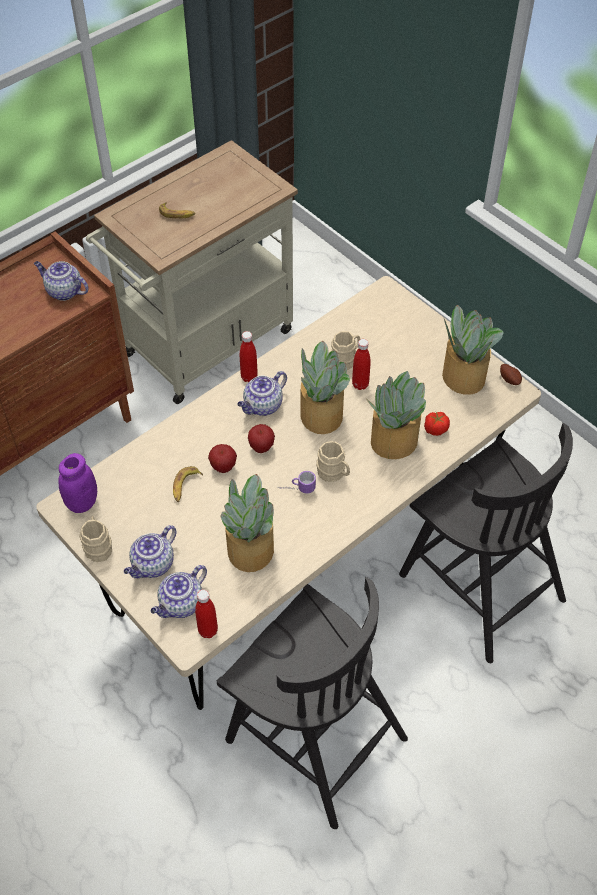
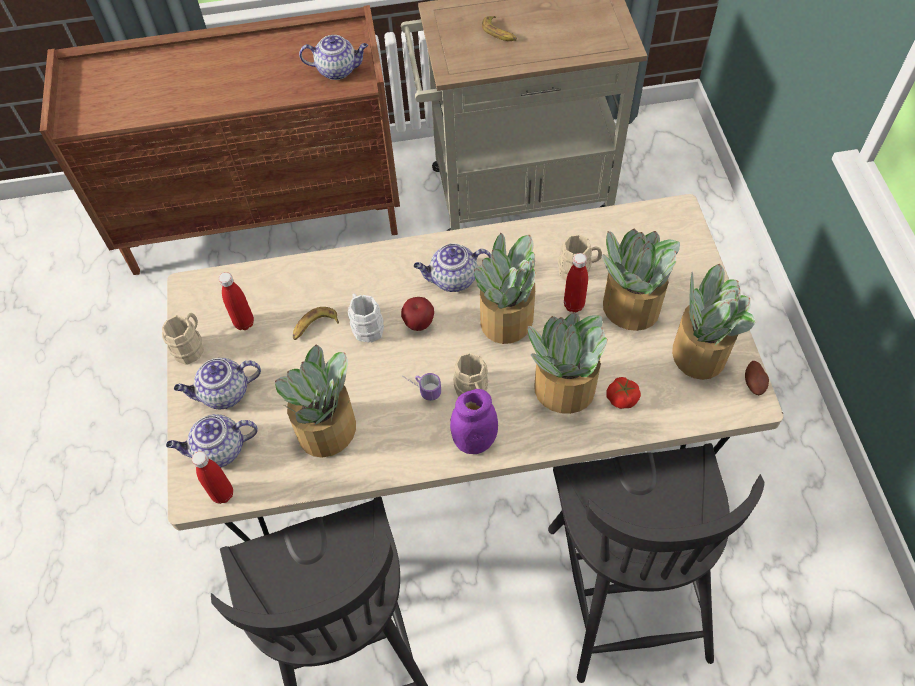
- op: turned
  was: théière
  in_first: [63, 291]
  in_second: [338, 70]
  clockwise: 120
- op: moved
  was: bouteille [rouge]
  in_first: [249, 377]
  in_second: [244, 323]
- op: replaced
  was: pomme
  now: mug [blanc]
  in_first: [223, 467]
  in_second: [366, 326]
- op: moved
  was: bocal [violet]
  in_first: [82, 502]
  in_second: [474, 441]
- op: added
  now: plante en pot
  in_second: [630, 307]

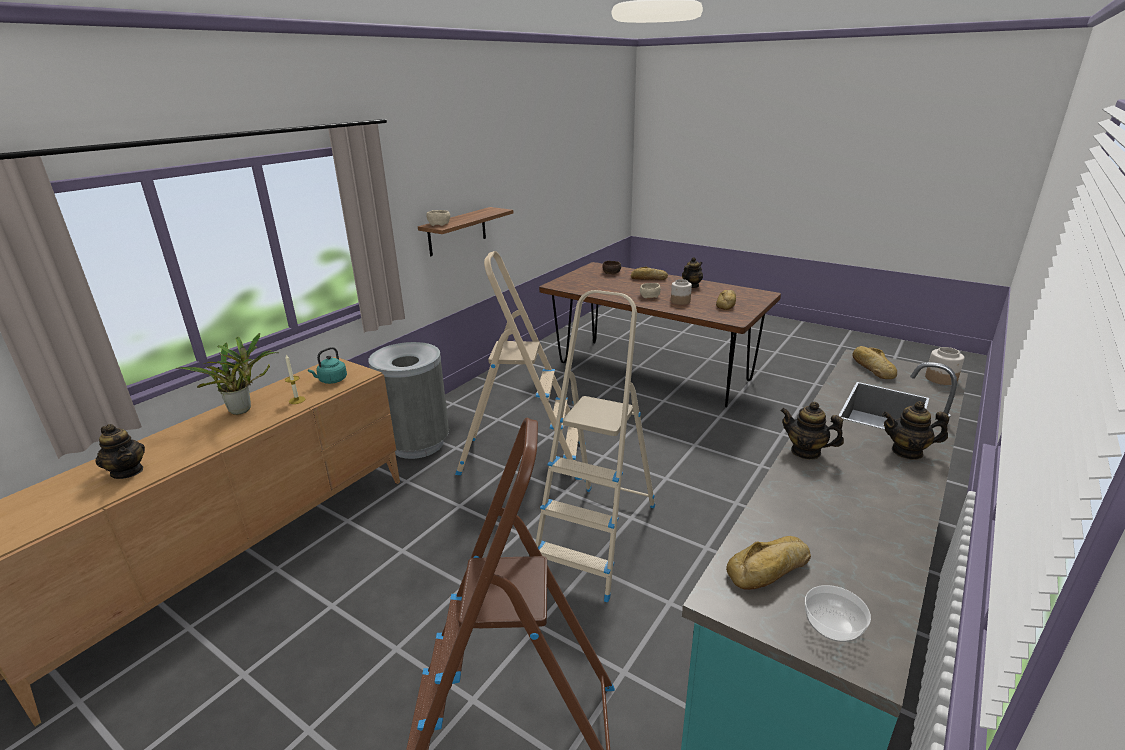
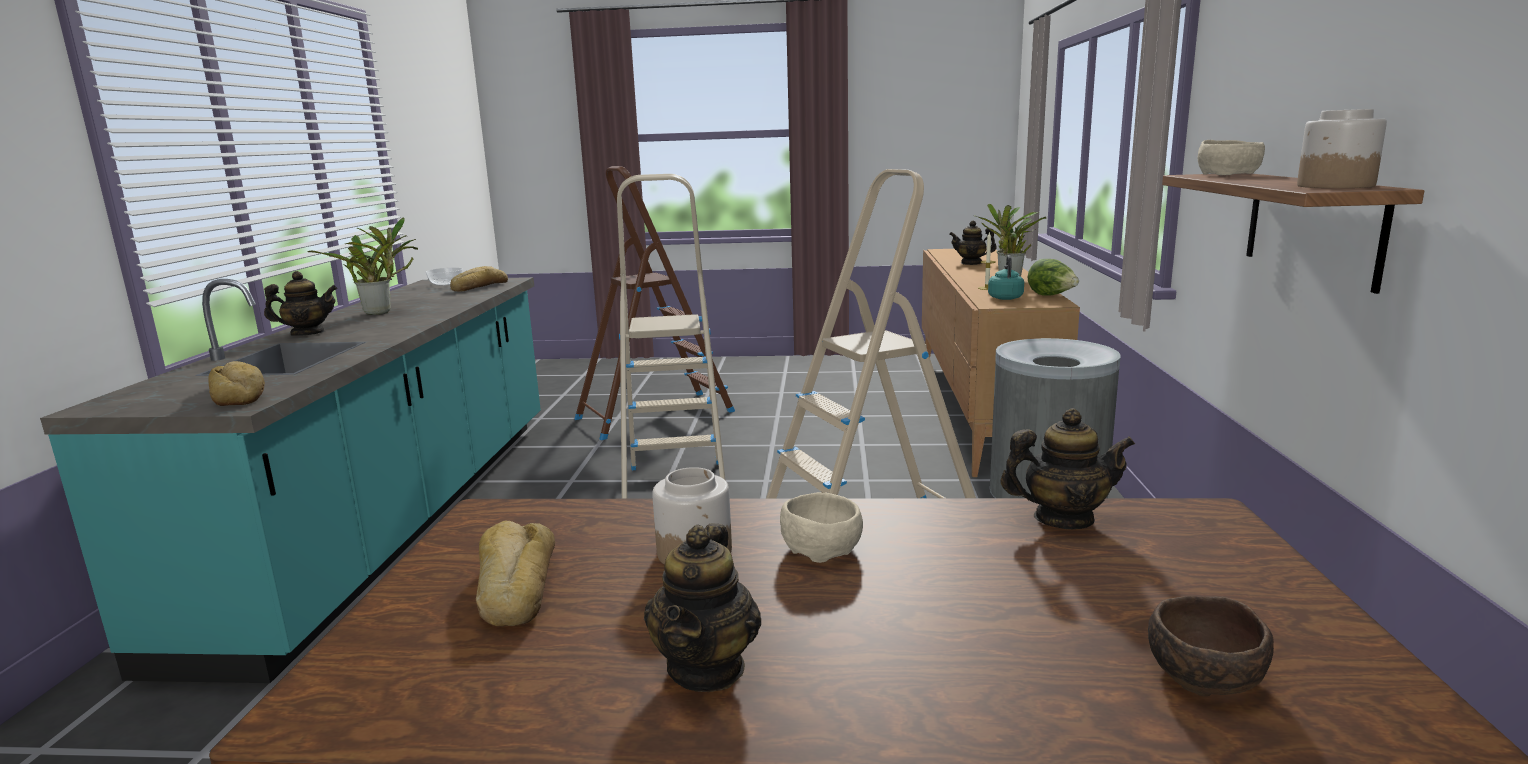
- op: removed
  was: pain
  in_first: [649, 278]
- op: moved
  was: bocal
  in_first: [941, 379]
  in_second: [1334, 186]
- op: moved
  was: théière
  in_first: [806, 451]
  in_second: [1063, 519]
- op: added
  now: plante en pot
  in_second: [382, 312]
- op: added
  now: laitue
  in_second: [1051, 296]

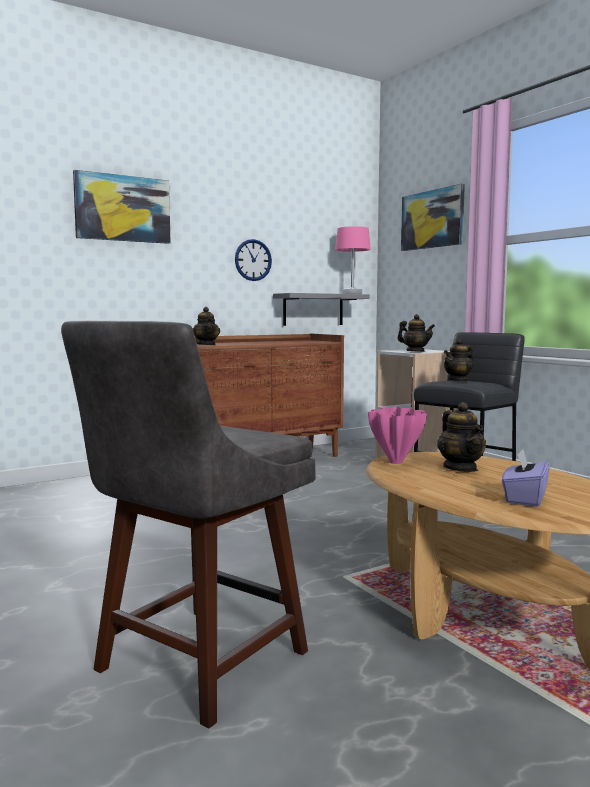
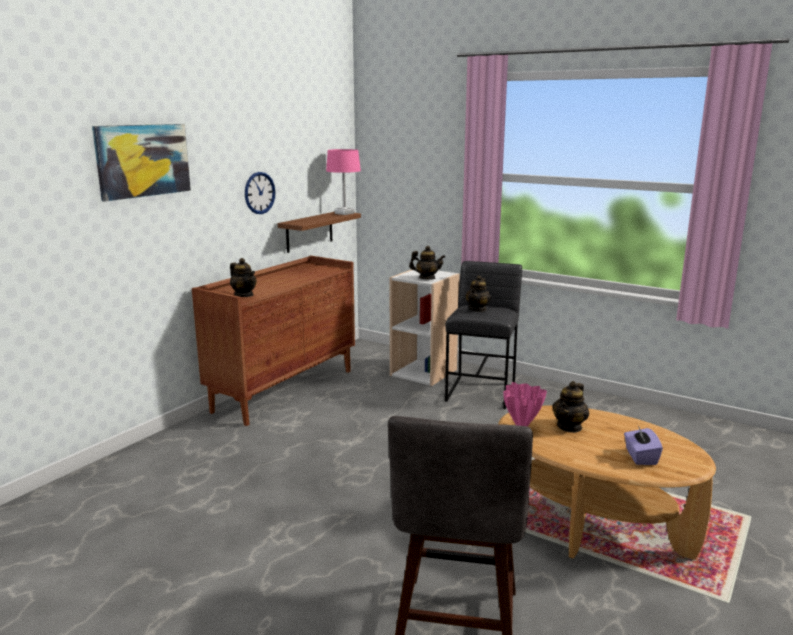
- op: removed
  was: tableau
  in_first: [432, 219]
- op: recoloured
  was: étagère [gris]
  now: étagère [marron]
  in_first: [313, 309]
  in_second: [309, 231]
- op: turned
  was: théière
  in_first: [460, 468]
  in_second: [569, 427]
  clockwise: 75

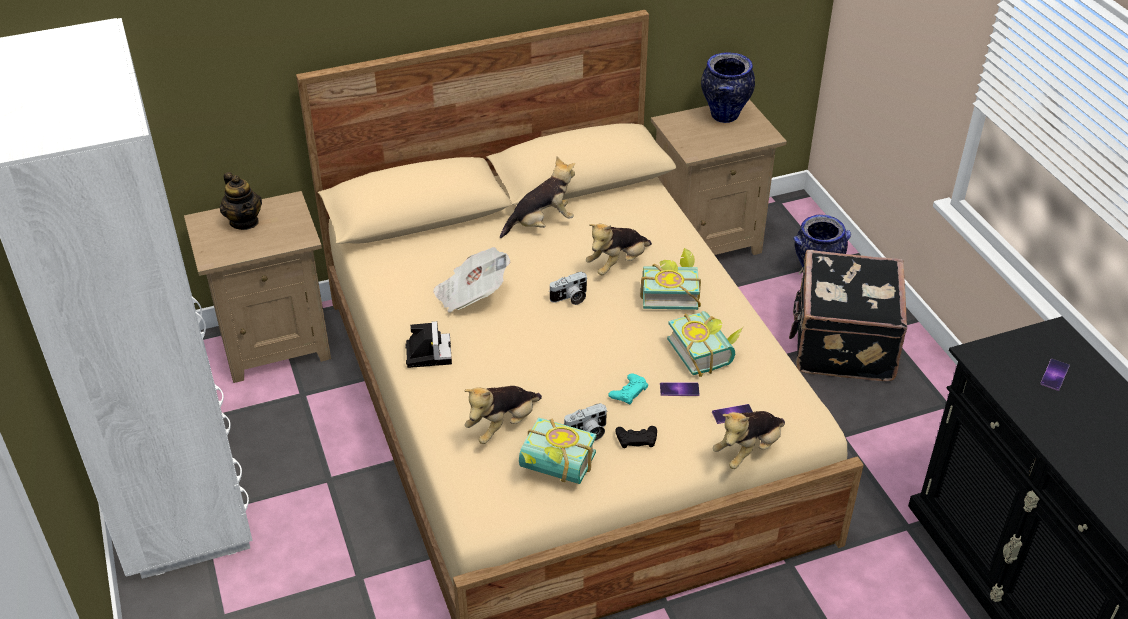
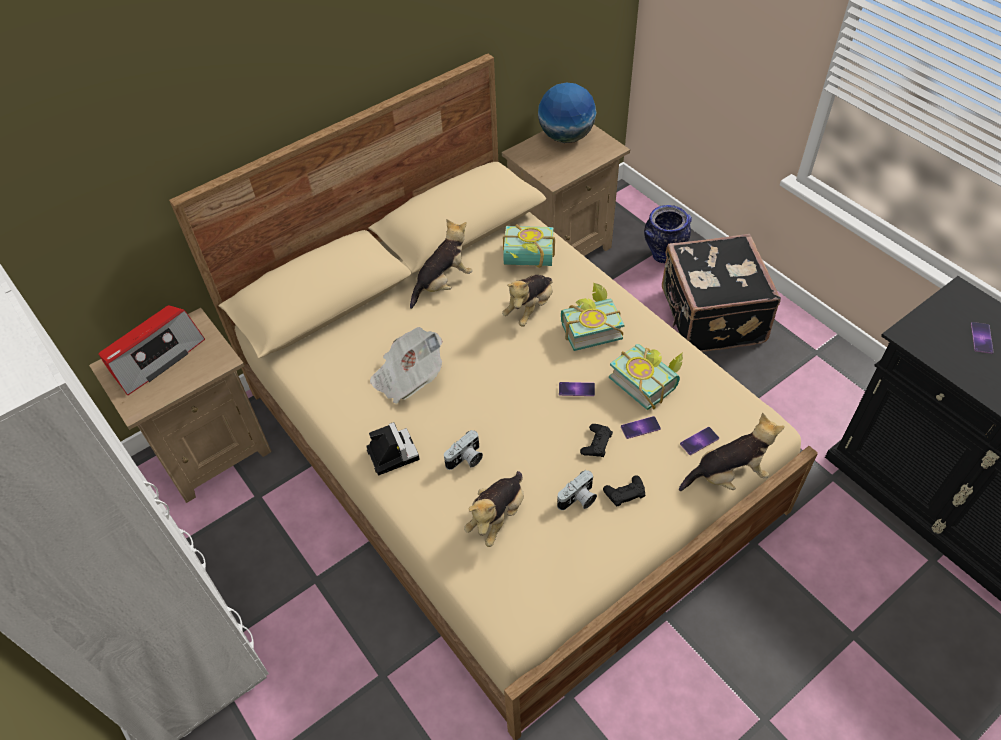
- op: replaced
  was: vase
  now: globe
  in_first: [724, 116]
  in_second: [566, 137]
- op: replaced
  was: théière
  now: radio
  in_first: [244, 221]
  in_second: [155, 356]
- op: moved
  was: appareil photo
  in_first: [570, 298]
  in_second: [466, 459]
- op: recoloured
  was: manette [turquoise]
  now: manette [noir]
  in_first: [628, 392]
  in_second: [596, 443]
- op: turned
  was: peluche
  in_first: [748, 450]
  in_second: [728, 475]
  clockwise: -135
- op: moved
  was: livre
  in_first: [554, 469]
  in_second: [528, 261]
- op: added
  now: téléphone
  in_second: [576, 389]

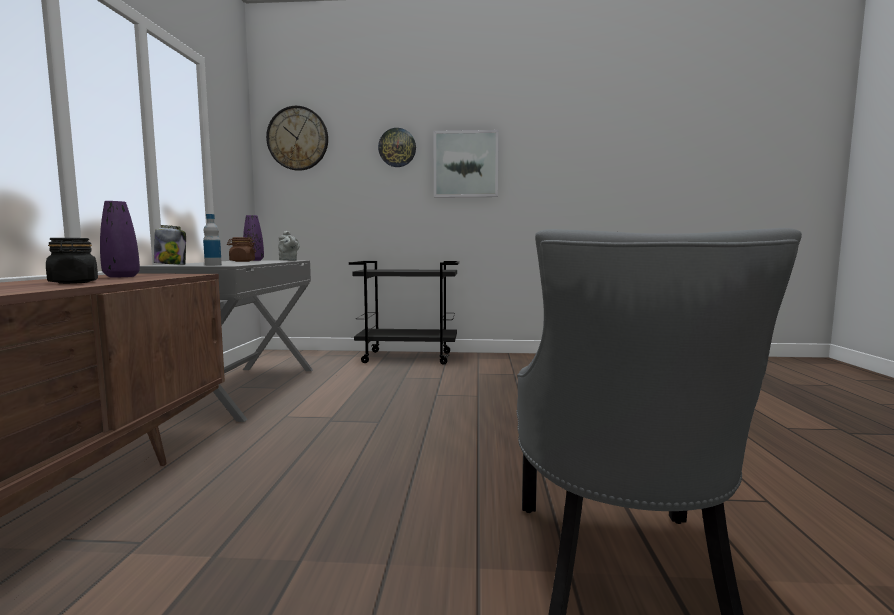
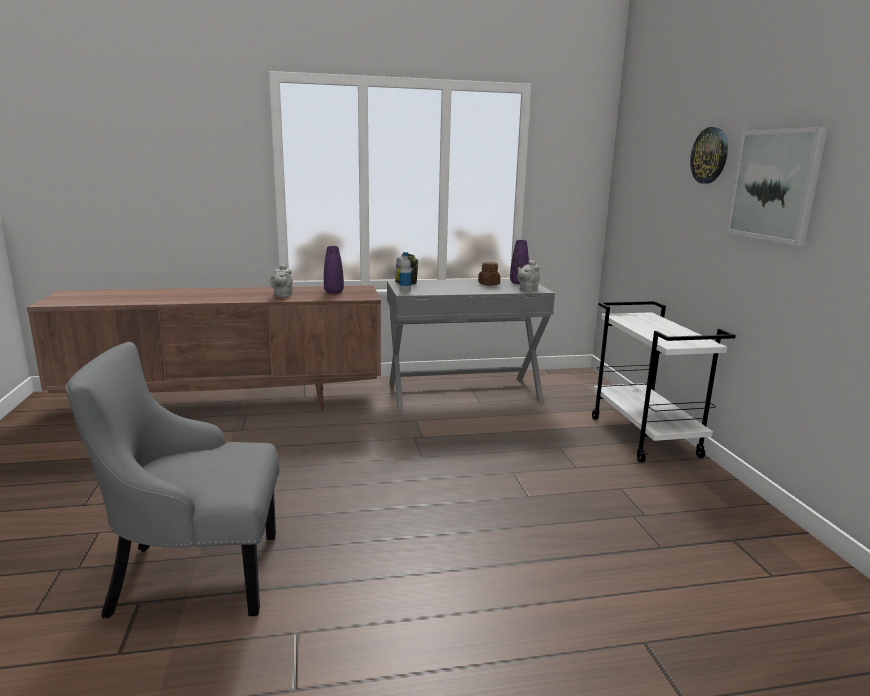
- op: removed
  was: horloge murale
  in_first: [297, 138]
- op: replaced
  was: bocal [noir]
  now: théière [gris]
  in_first: [74, 282]
  in_second: [282, 295]
- op: recoloured
  was: chariot [noir]
  now: chariot [blanc]
  in_first: [408, 357]
  in_second: [645, 437]

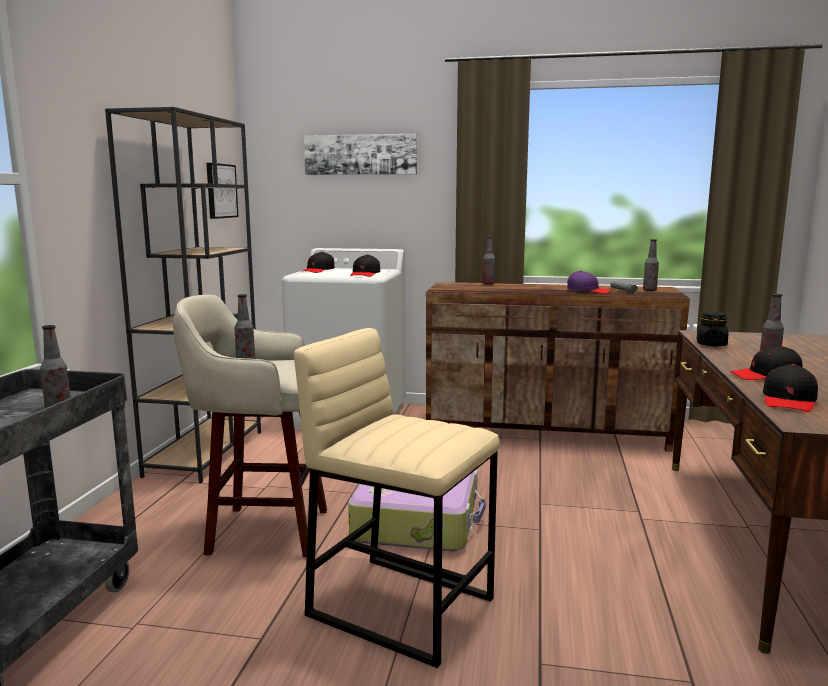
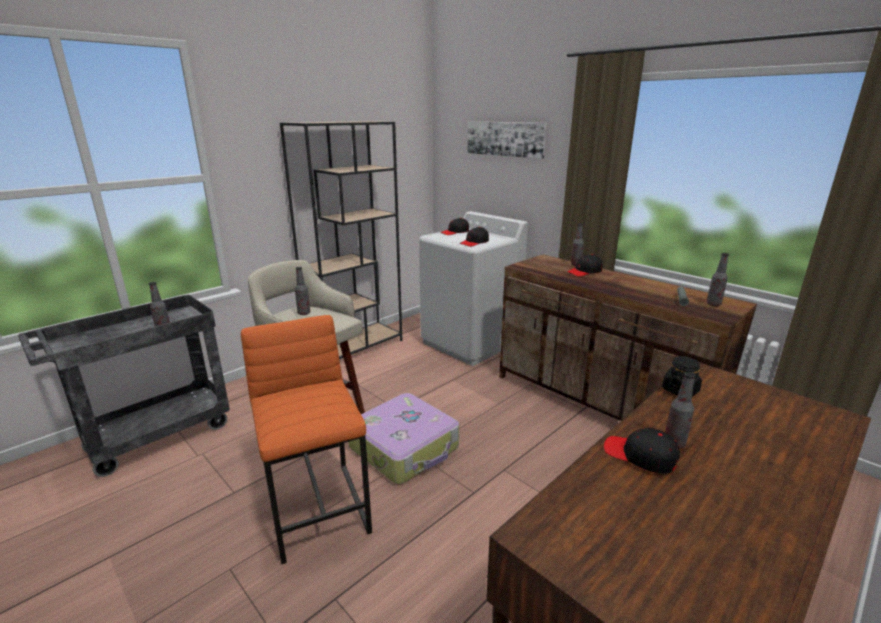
- op: removed
  was: tableau
  in_first: [220, 191]
- op: removed
  was: casquette [violet]
  in_first: [588, 291]
- op: recoloured
  was: tabouret [beige]
  now: tabouret [orange]
  in_first: [400, 606]
  in_second: [317, 509]
- op: moved
  was: casquette [noir]
  in_first: [789, 401]
  in_second: [584, 272]

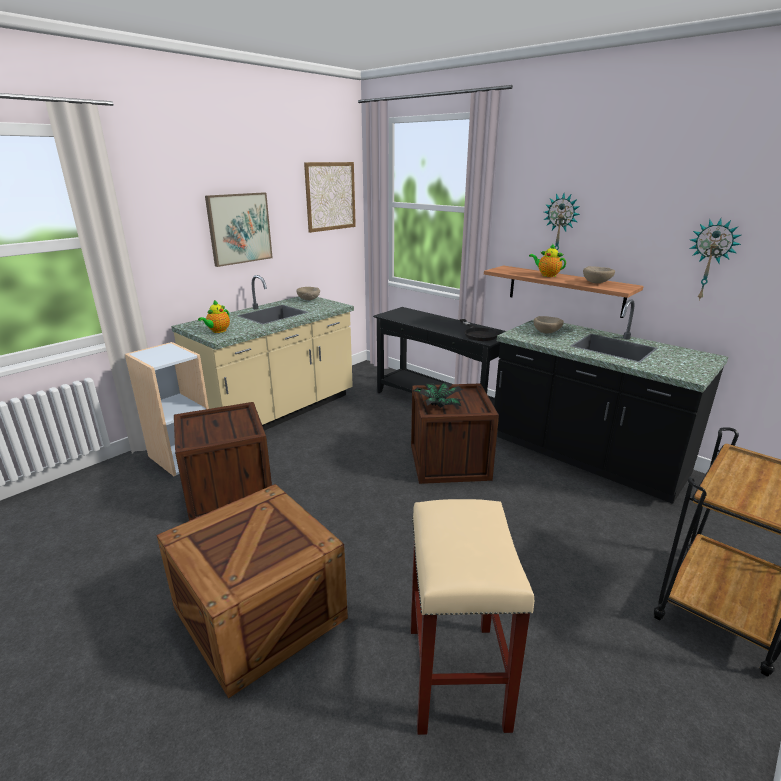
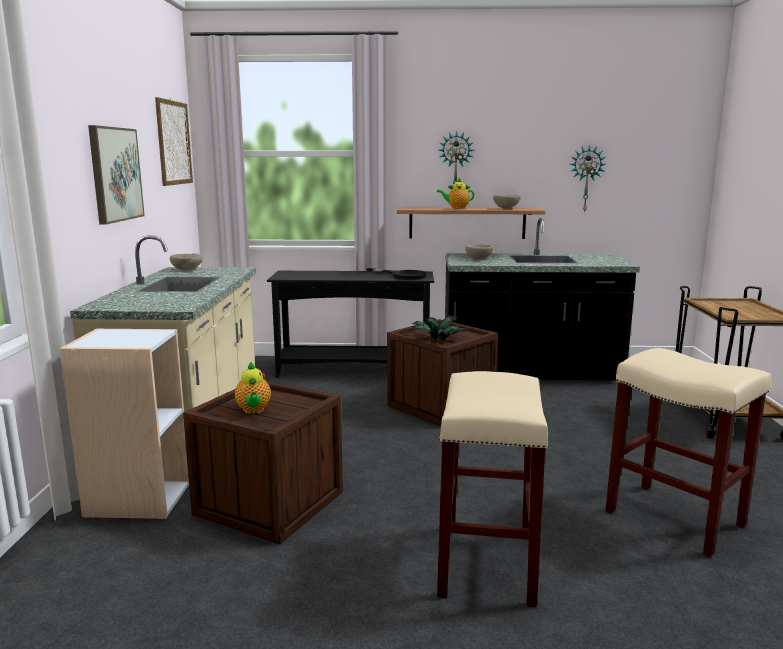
- op: moved
  was: théière
  in_first: [218, 331]
  in_second: [253, 410]
- op: replaced
  was: caisse
  now: tabouret [beige]
  in_first: [259, 615]
  in_second: [488, 564]

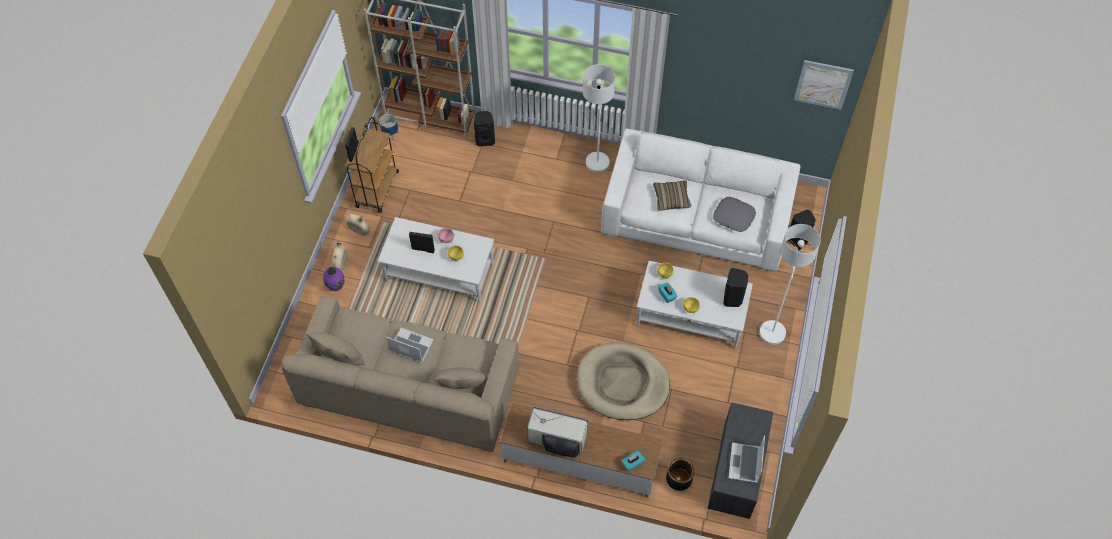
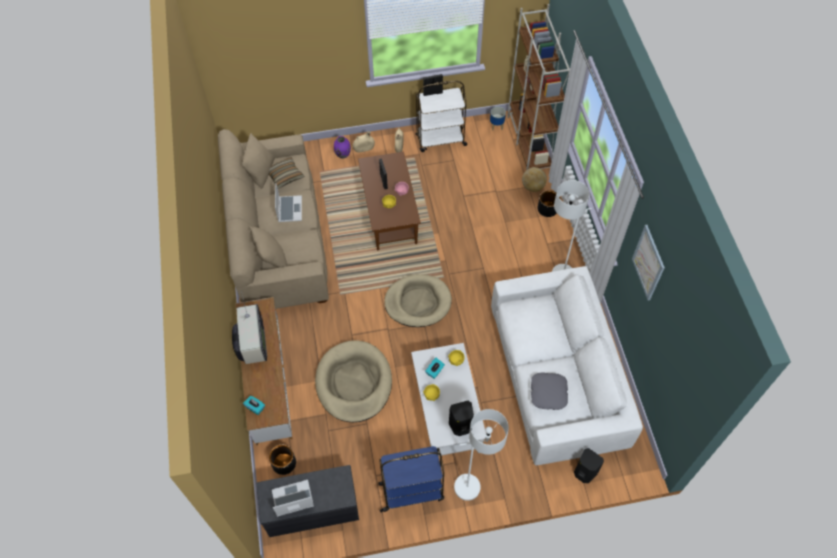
- op: moved
  was: tableau
  in_first: [823, 84]
  in_second: [648, 263]
- op: replaced
  was: enceinte [noir]
  now: globe
  in_first: [485, 140]
  in_second: [533, 187]
- op: recoloured
  was: chariot [marron]
  now: chariot [blanc]
  in_first: [376, 190]
  in_second: [440, 140]
- op: moved
  was: coussin
  in_first: [671, 198]
  in_second: [285, 176]
- op: recoloured
  was: table basse [blanc]
  now: table basse [marron]
  in_first: [439, 273]
  in_second: [389, 212]
- op: added
  now: cache-pot [noir]
  in_second: [547, 209]
- op: added
  now: panier pour chien [beige]
  in_second: [418, 302]
- op: added
  now: chariot [bleu]
  in_second: [412, 492]

